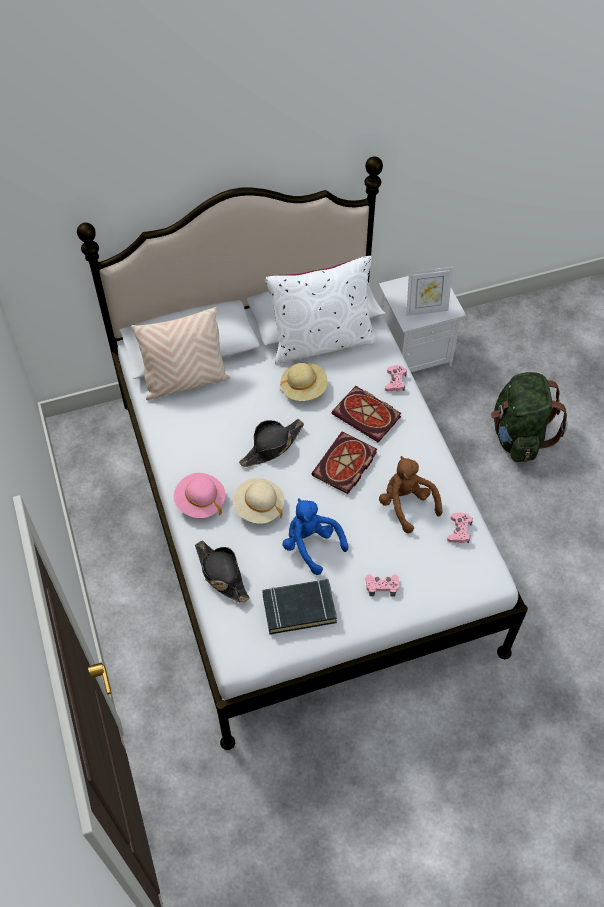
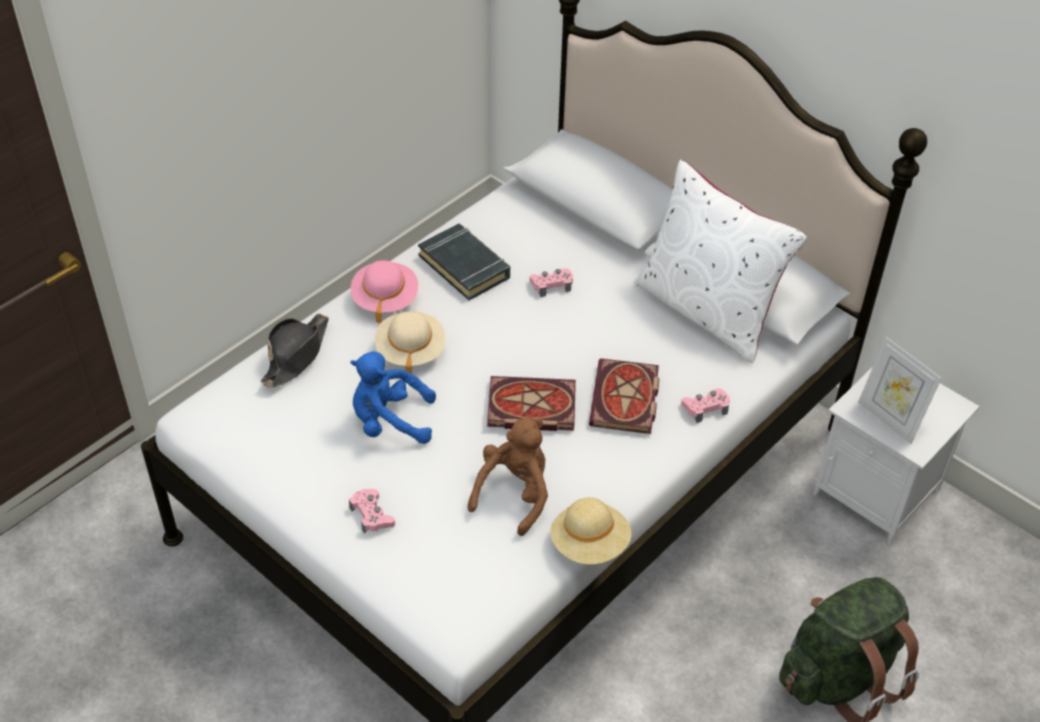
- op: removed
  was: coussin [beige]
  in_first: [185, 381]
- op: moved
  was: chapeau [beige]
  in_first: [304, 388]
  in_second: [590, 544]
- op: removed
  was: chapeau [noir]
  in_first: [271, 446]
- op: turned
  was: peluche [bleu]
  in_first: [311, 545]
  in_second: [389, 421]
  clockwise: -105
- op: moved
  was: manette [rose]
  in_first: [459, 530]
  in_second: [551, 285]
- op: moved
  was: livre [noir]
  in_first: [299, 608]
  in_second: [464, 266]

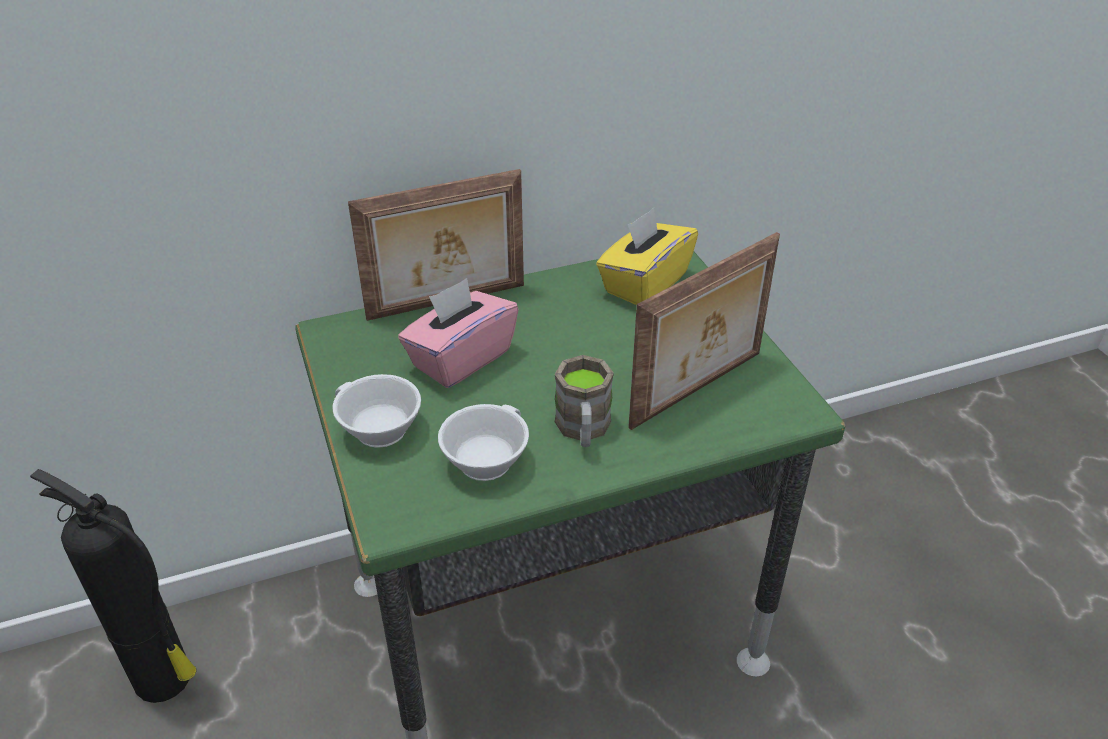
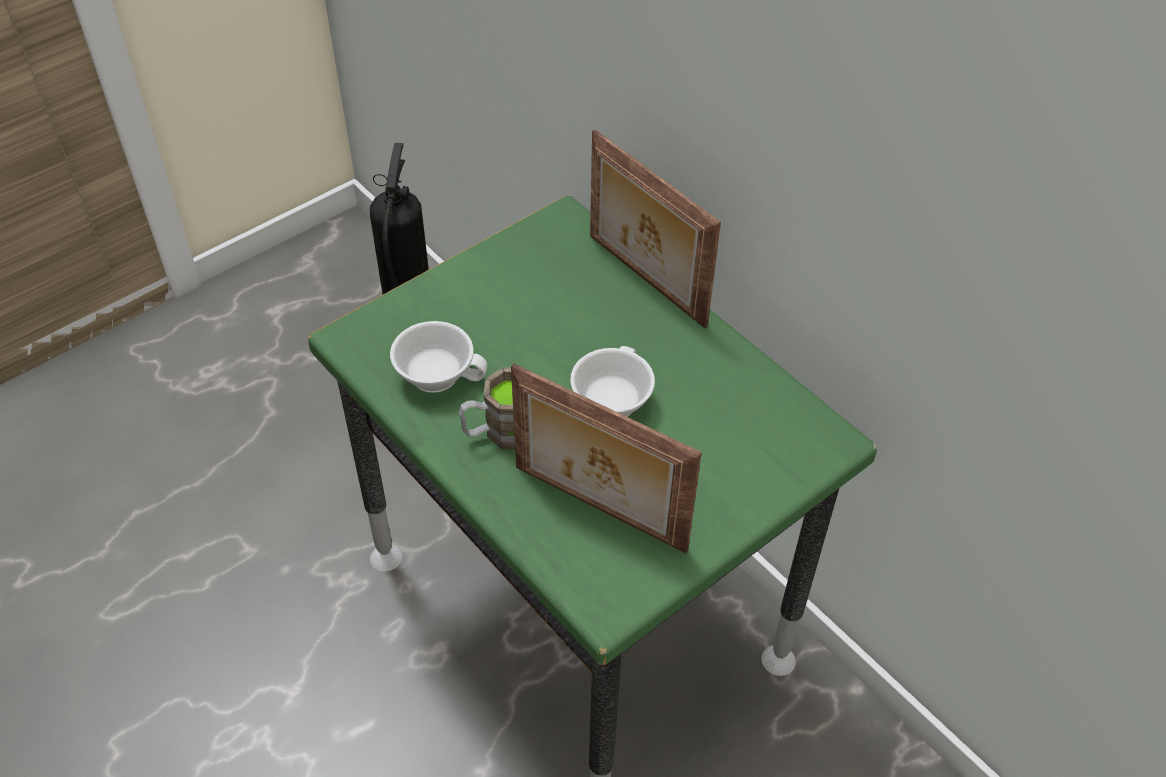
- op: removed
  was: boîte à mouchoirs [jaune]
  in_first: [644, 283]
- op: removed
  was: boîte à mouchoirs [rose]
  in_first: [460, 358]
- op: moved
  was: tasse [blanc]
  in_first: [376, 430]
  in_second: [609, 399]

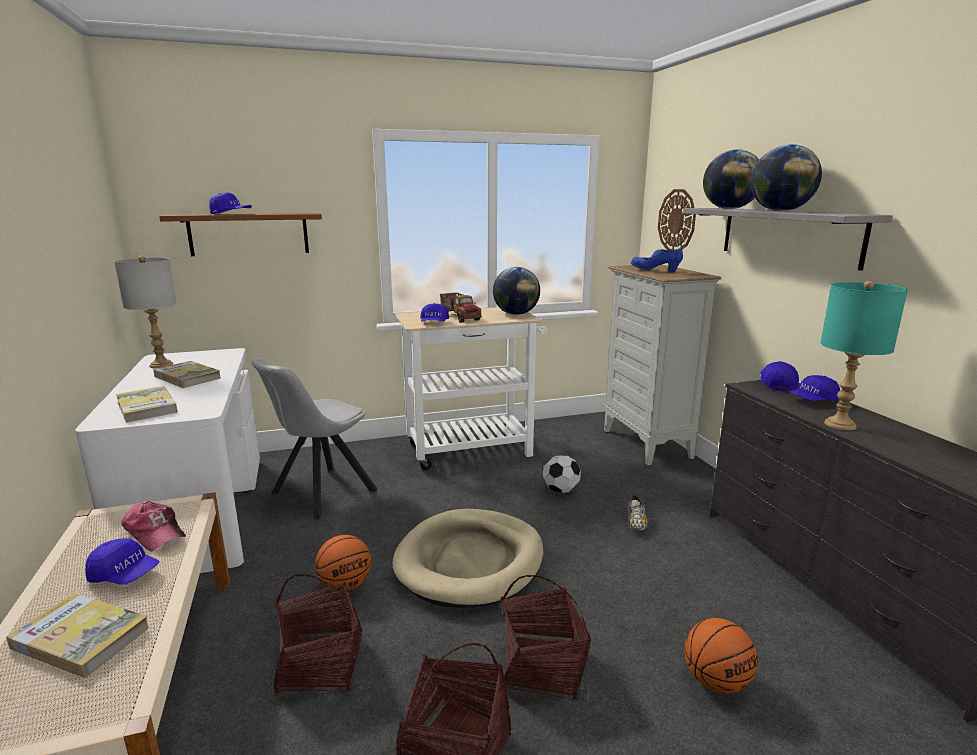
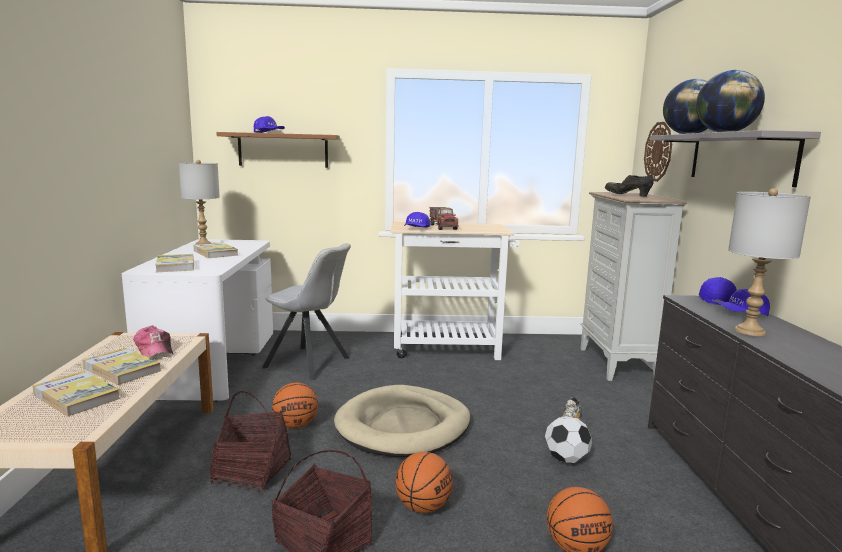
- op: recoloured
  was: chaussure [bleu]
  now: chaussure [noir]
  in_first: [655, 271]
  in_second: [627, 195]
- op: removed
  was: globe
  in_first: [516, 314]
- op: recoloured
  was: lampe de table [turquoise]
  now: lampe de table [gris]
  in_first: [840, 425]
  in_second: [750, 331]
- op: turned
  was: chaise [gris]
  in_first: [322, 493]
  in_second: [309, 363]
  clockwise: -120
- op: moved
  was: ballon de foot
  in_first: [560, 490]
  in_second: [566, 459]
- op: replaced
  was: casquette [bleu]
  now: livre
  in_first: [125, 575]
  in_second: [122, 369]
- op: replaced
  was: panier
  now: ballon de basket
  in_first: [541, 667]
  in_second: [423, 507]

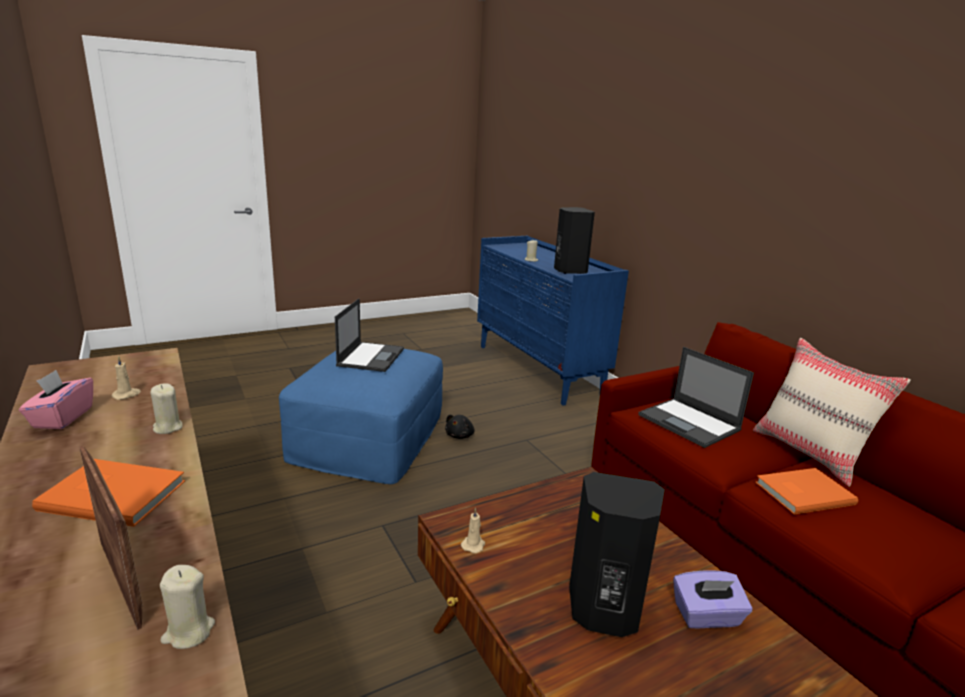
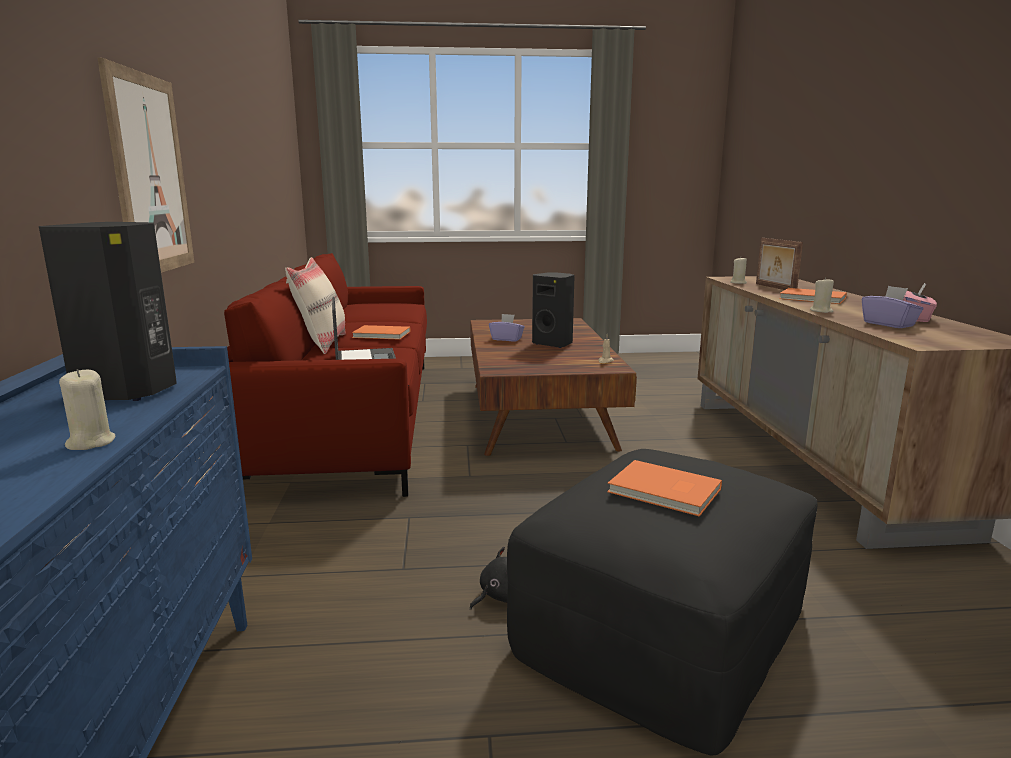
- op: replaced
  was: ordinateur portable
  now: livre [orange]
  in_first: [371, 357]
  in_second: [665, 492]
- op: recoloured
  was: pouf [bleu]
  now: pouf [noir]
  in_first: [368, 437]
  in_second: [663, 626]
- op: replaced
  was: bougie [beige]
  now: boîte à mouchoirs [violet]
  in_first: [127, 395]
  in_second: [889, 324]
- op: added
  now: tableau
  in_second: [150, 175]

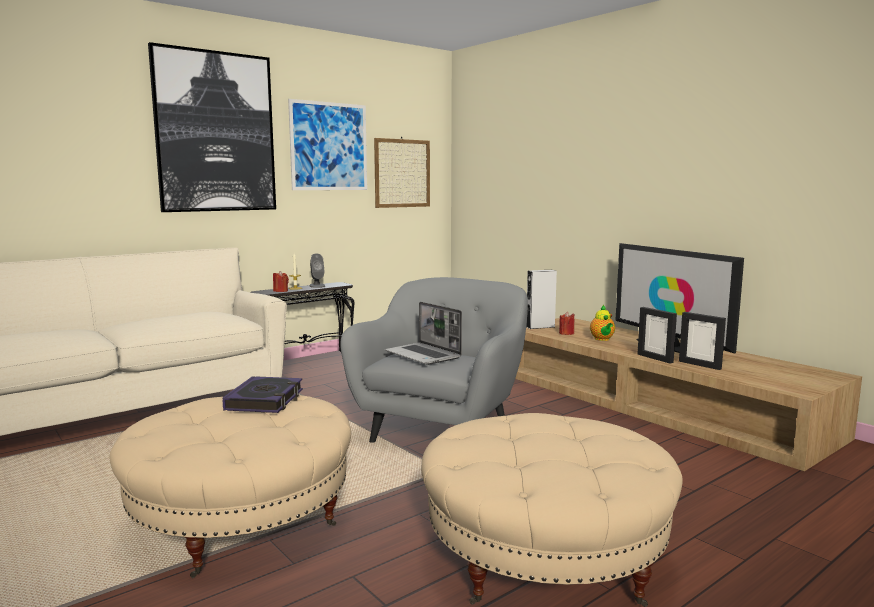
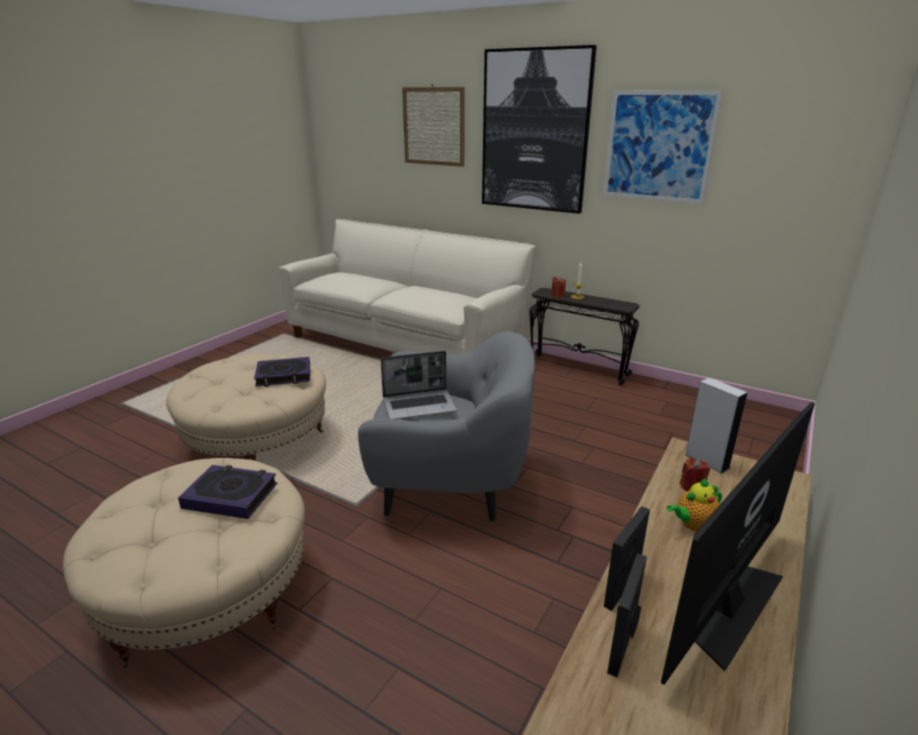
- op: moved
  was: tableau
  in_first: [402, 172]
  in_second: [433, 125]
- op: removed
  was: enceinte [gris]
  in_first: [317, 286]
- op: turned
  was: ordinateur portable
  in_first: [424, 355]
  in_second: [420, 405]
  clockwise: -135
- op: added
  now: livre
  in_second: [230, 496]

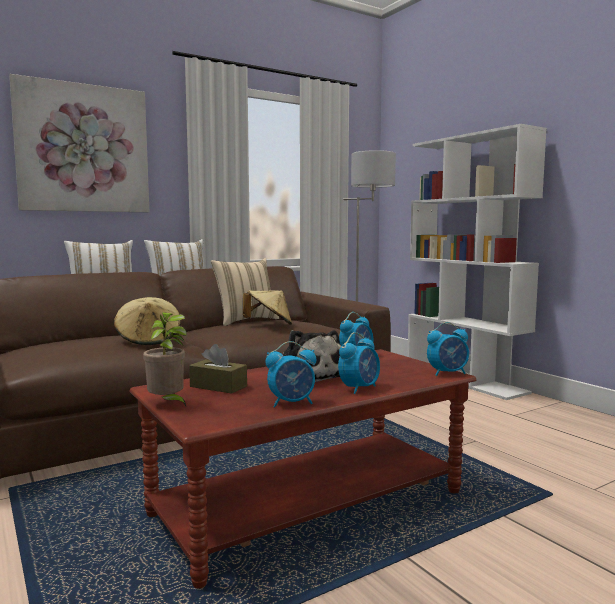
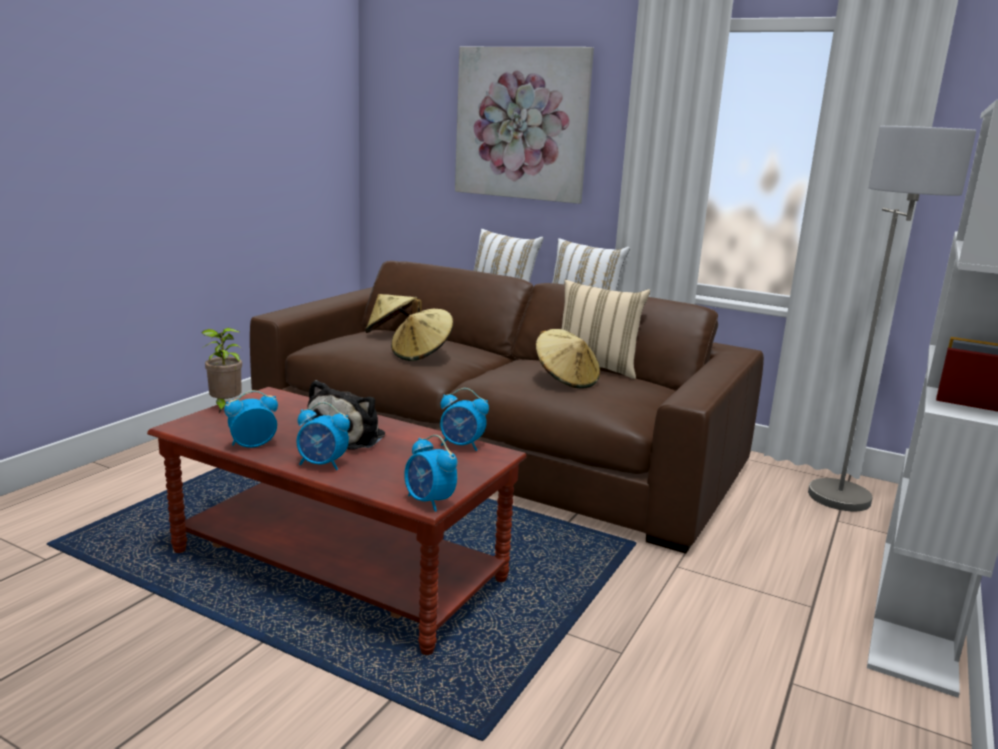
- op: turned
  was: réveil
  in_first: [292, 403]
  in_second: [252, 445]
  clockwise: 105
- op: removed
  was: boîte à mouchoirs [marron]
  in_first: [218, 386]
- op: added
  now: chapeau [beige]
  in_second: [392, 333]

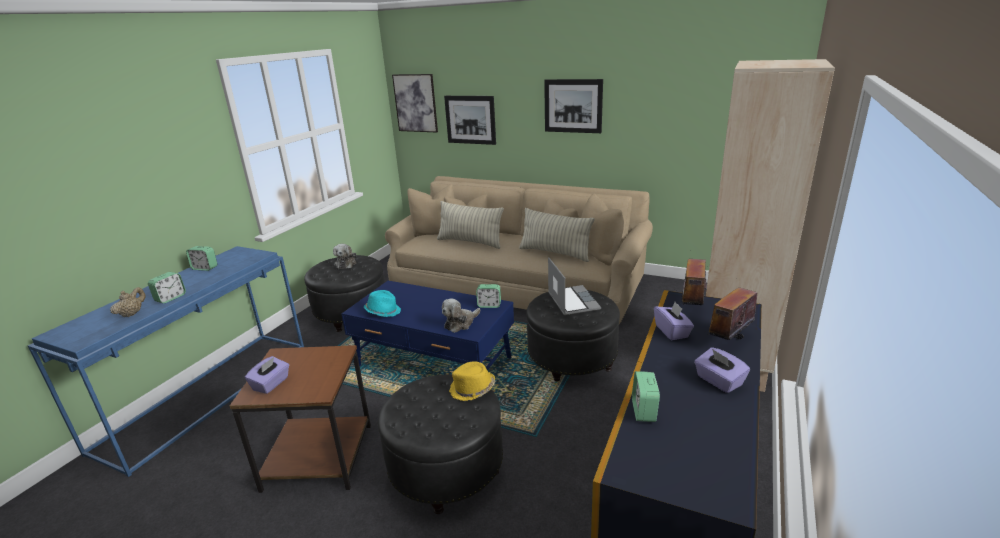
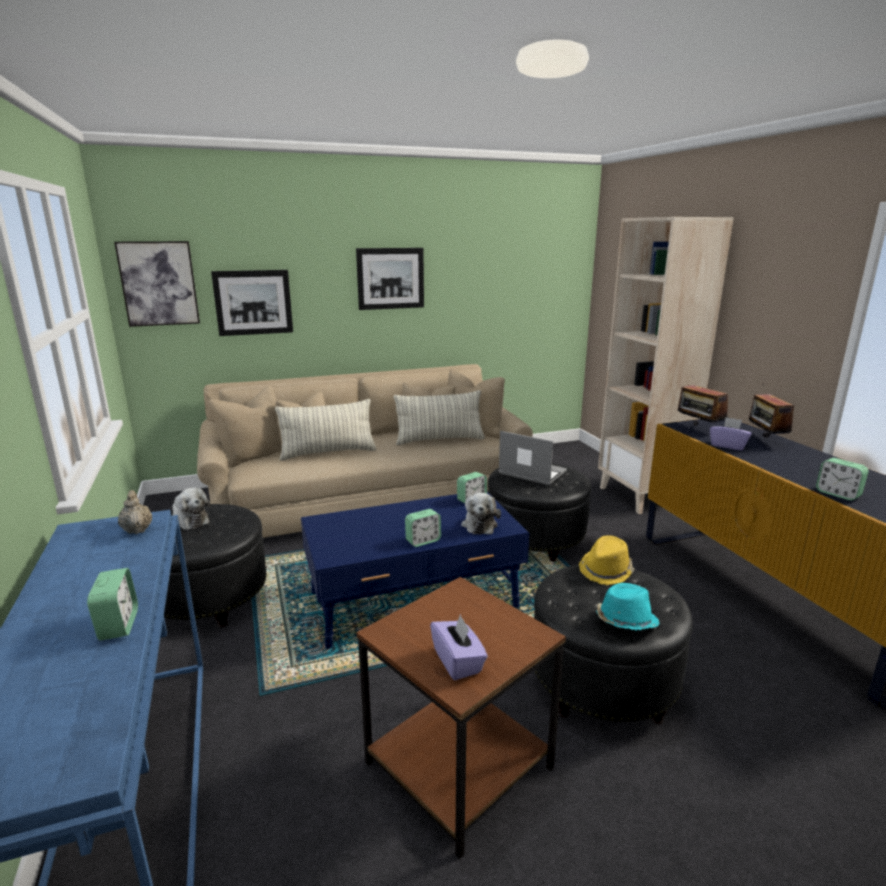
- op: moved
  was: réveil
  in_first: [205, 268]
  in_second: [423, 541]
- op: moved
  was: théière [beige]
  in_first: [132, 314]
  in_second: [137, 529]
- op: moved
  was: chapeau [turquoise]
  in_first: [383, 311]
  in_second: [625, 621]
- op: removed
  was: boîte à mouchoirs [violet]
  in_first: [718, 381]

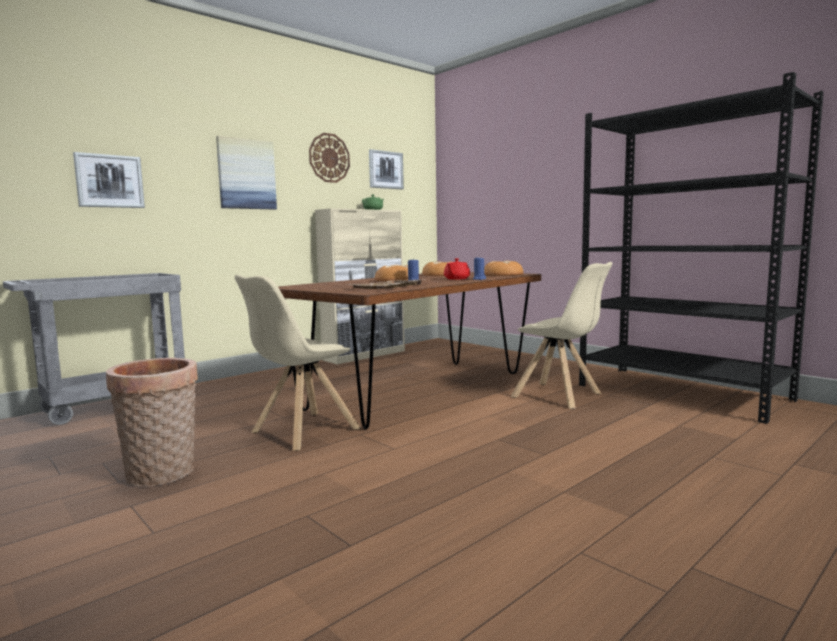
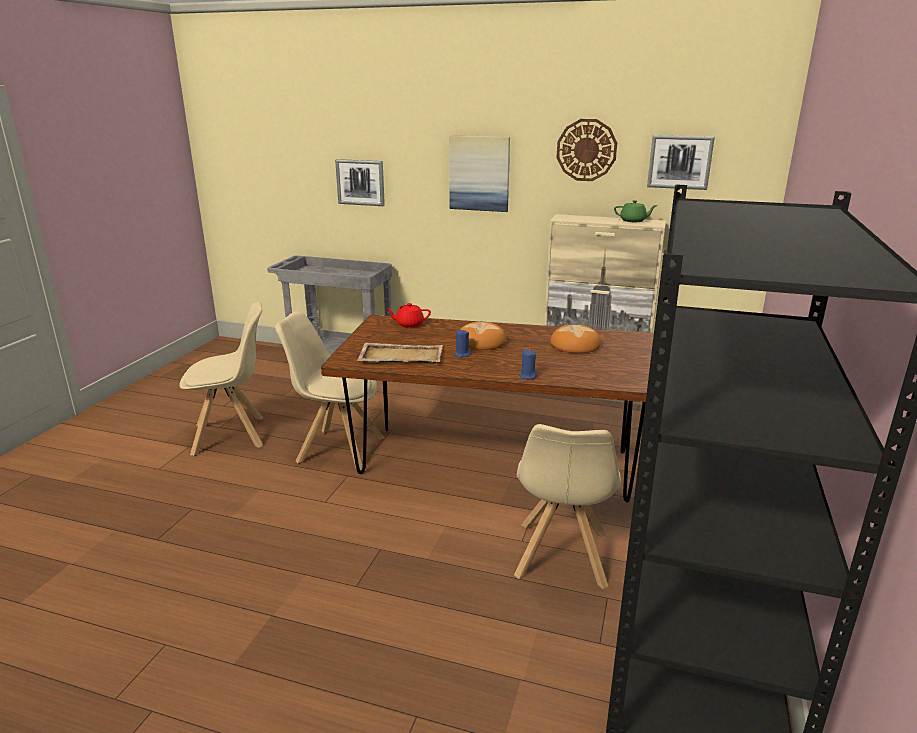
- op: moved
  was: théière [rouge]
  in_first: [456, 279]
  in_second: [409, 324]
- op: removed
  was: pain
  in_first: [503, 274]
- op: replaced
  was: panier
  now: chaise [beige]
  in_first: [162, 475]
  in_second: [233, 435]

